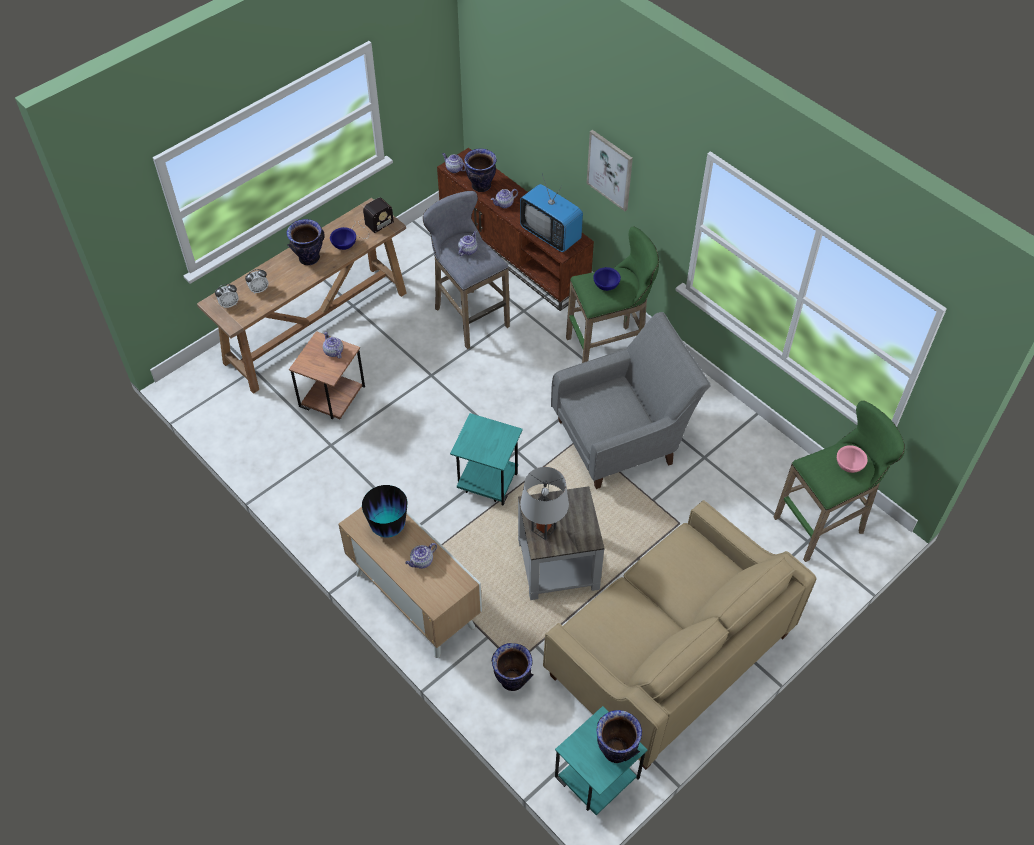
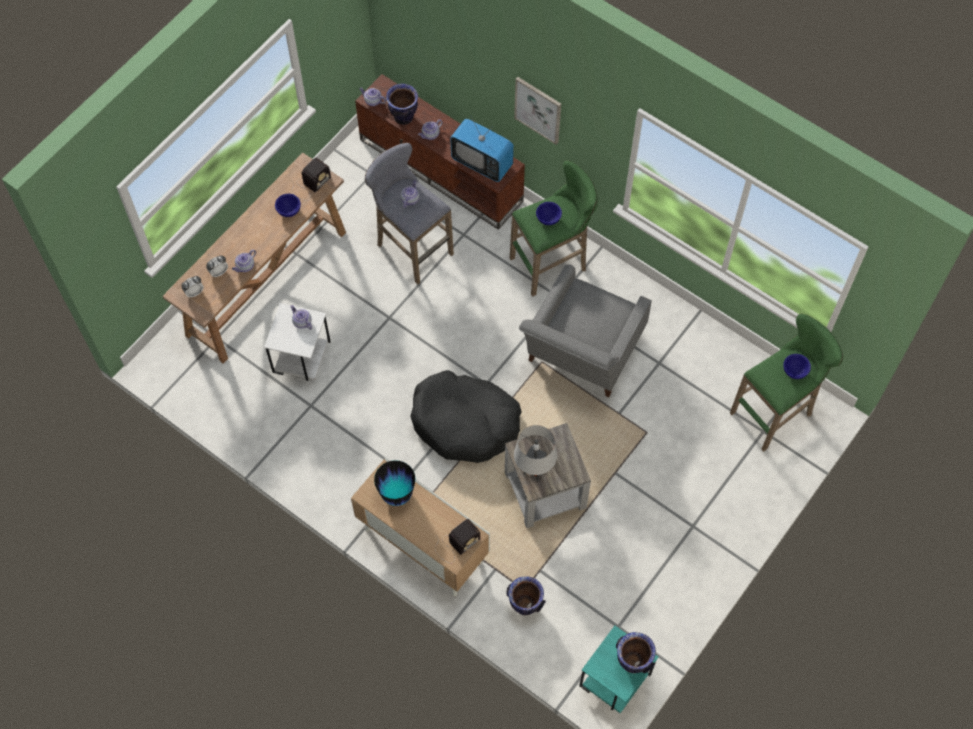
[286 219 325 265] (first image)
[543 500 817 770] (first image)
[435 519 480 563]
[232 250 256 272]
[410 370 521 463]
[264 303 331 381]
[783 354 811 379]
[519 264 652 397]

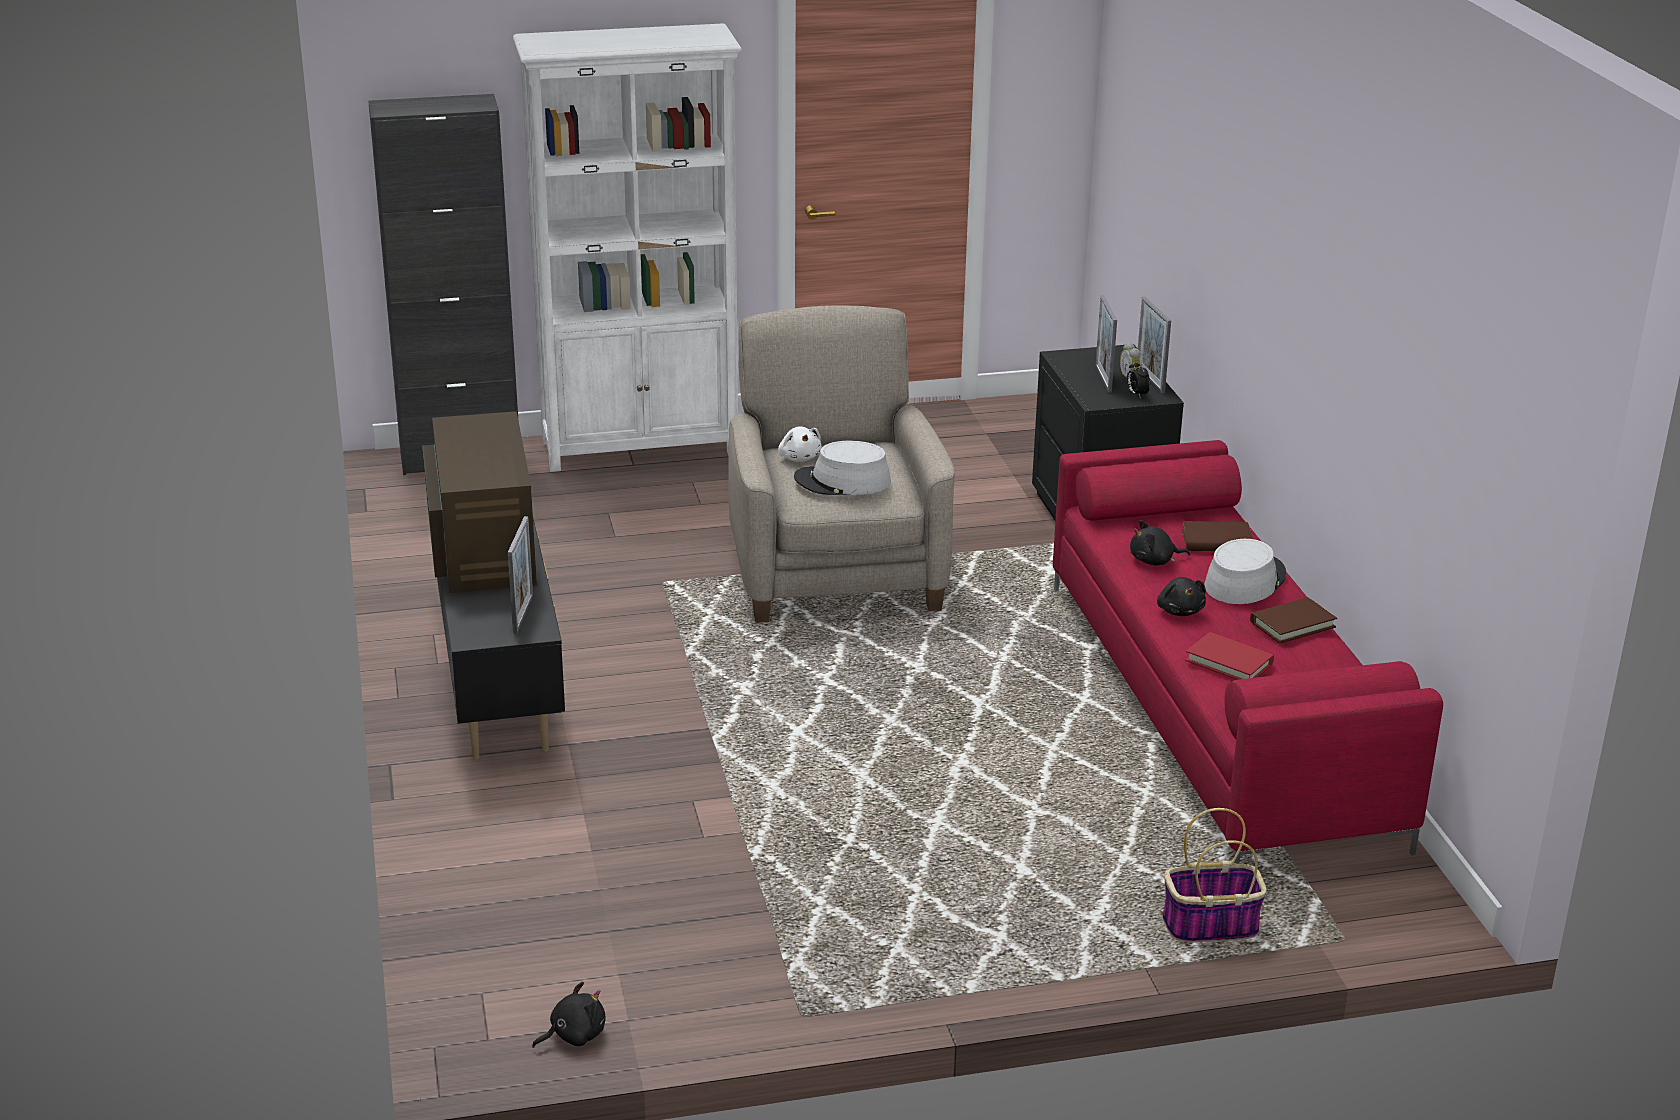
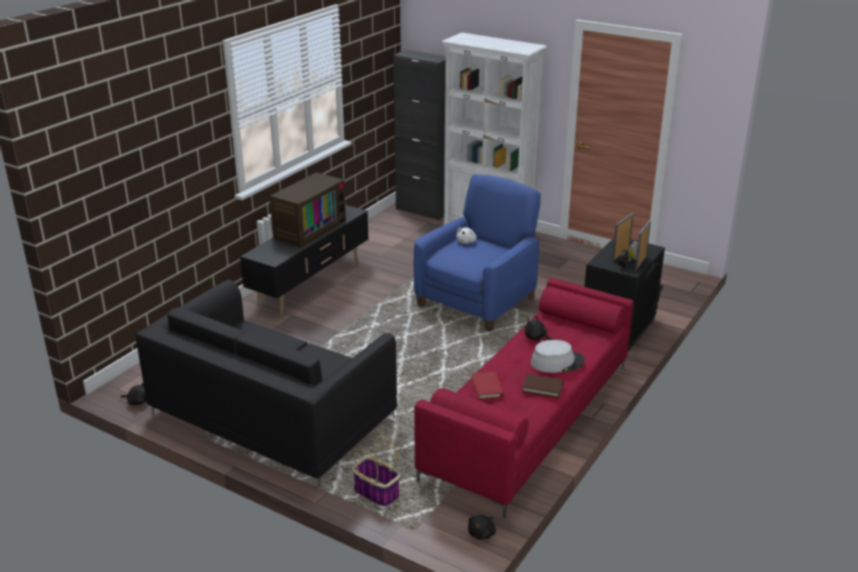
[508 516 533 634] (first image)
[794 441 891 495] (first image)
[1182 521 1253 551] (first image)
[135 280 397 487]
[468 515 496 539]
[414 174 541 332]

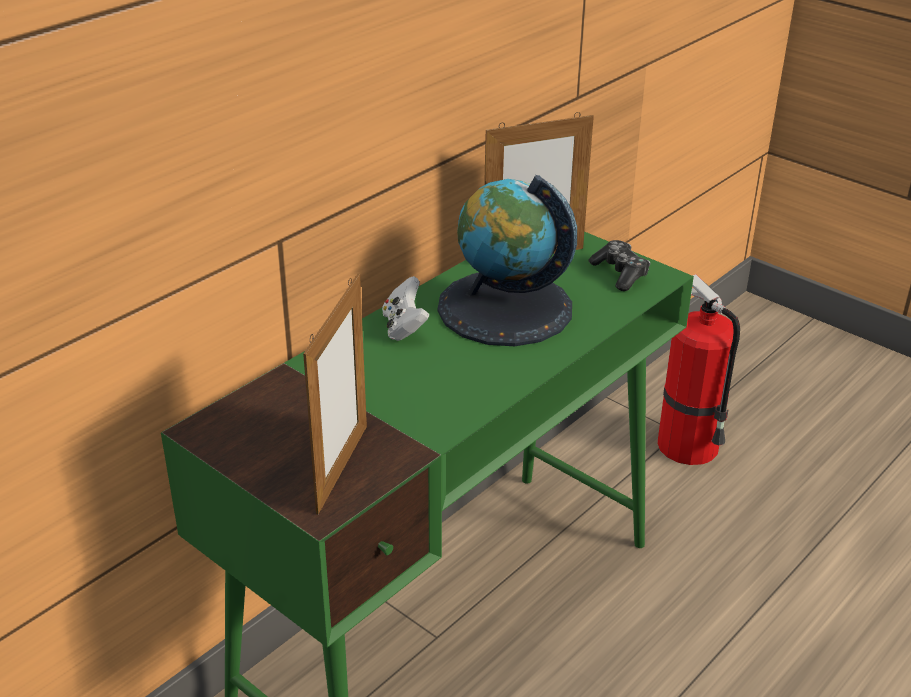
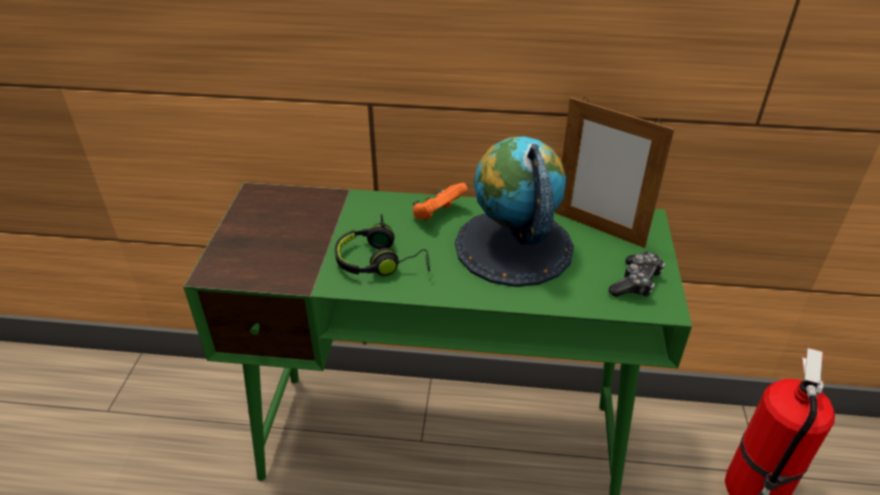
[303 274 367 514] (first image)
[335 214 430 276]
[413 183 468 221]

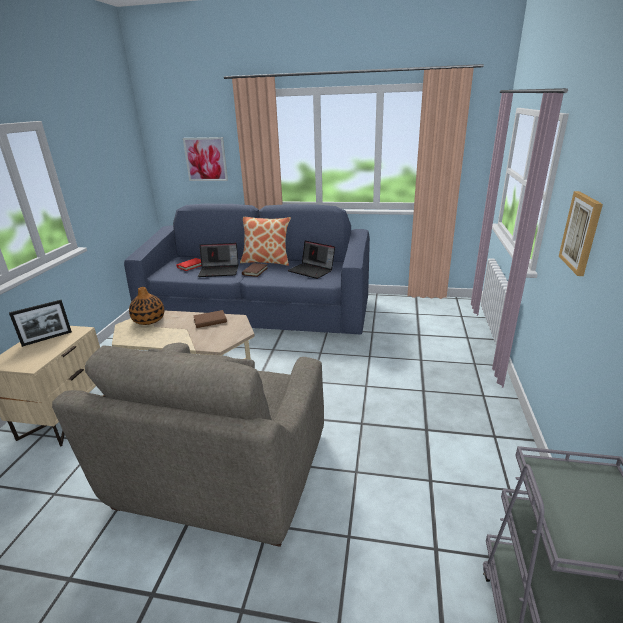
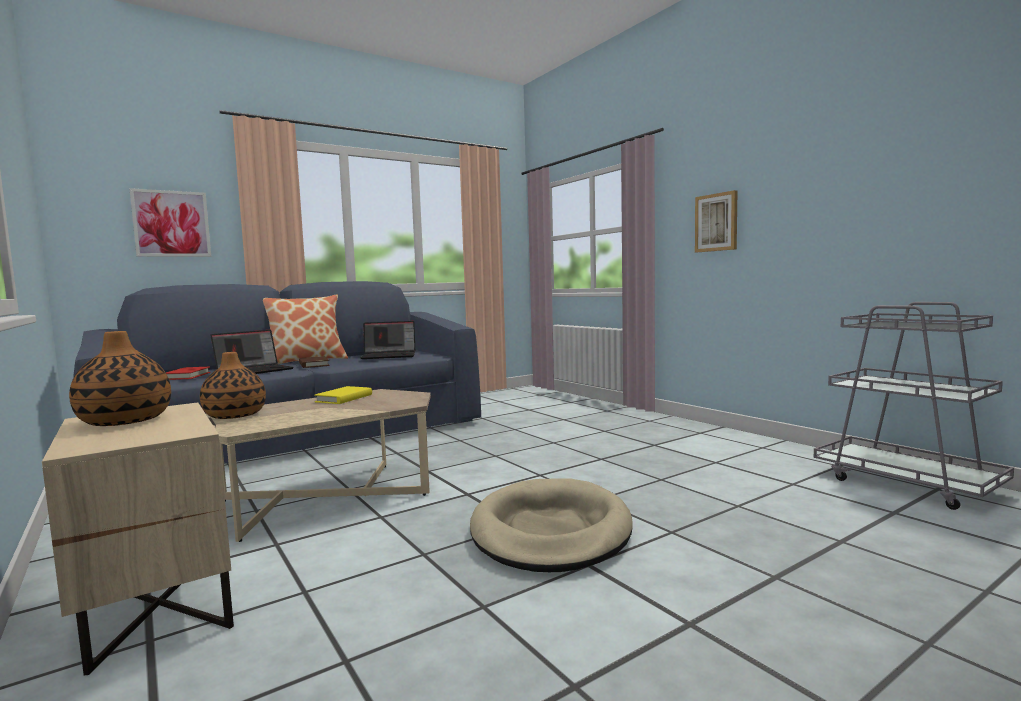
[69 331 171 426]
[470 478 633 572]
[314 386 372 404]

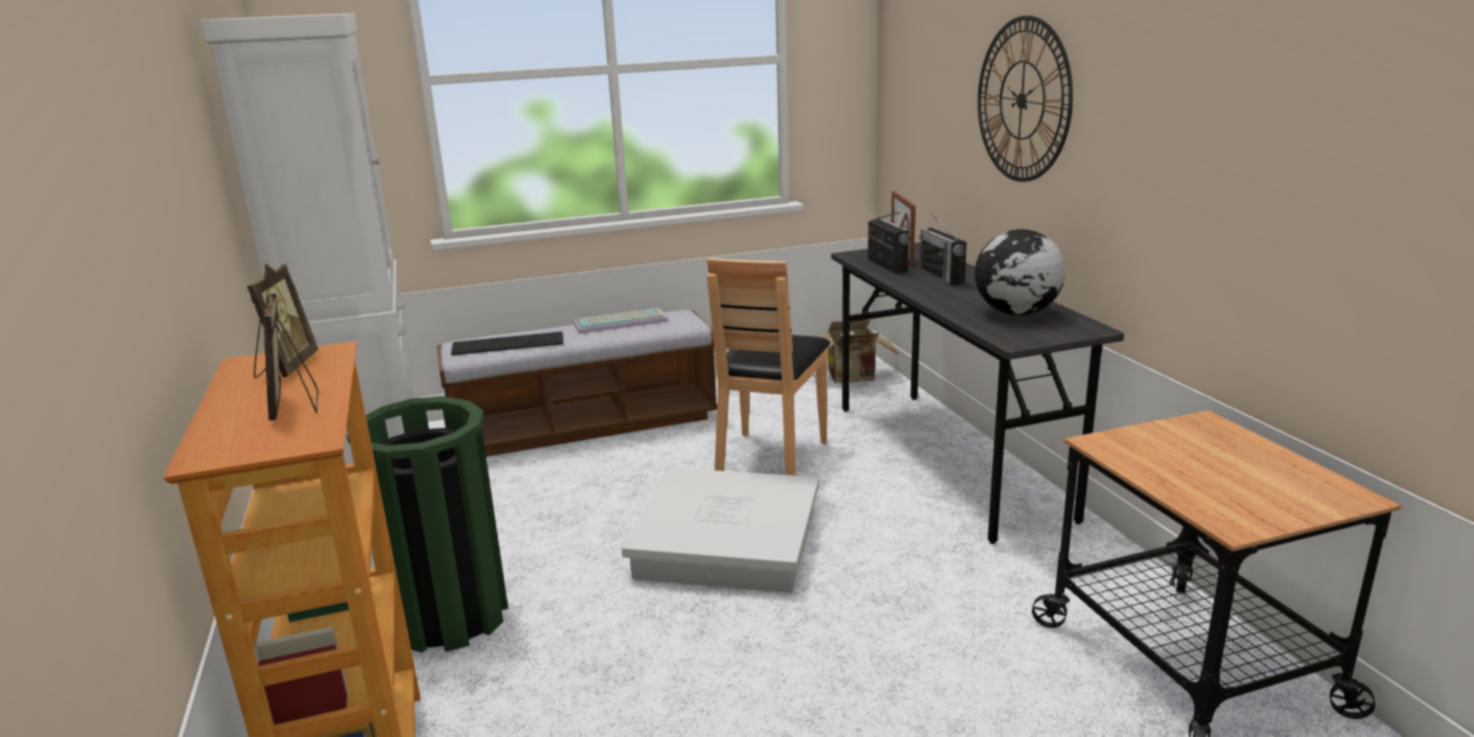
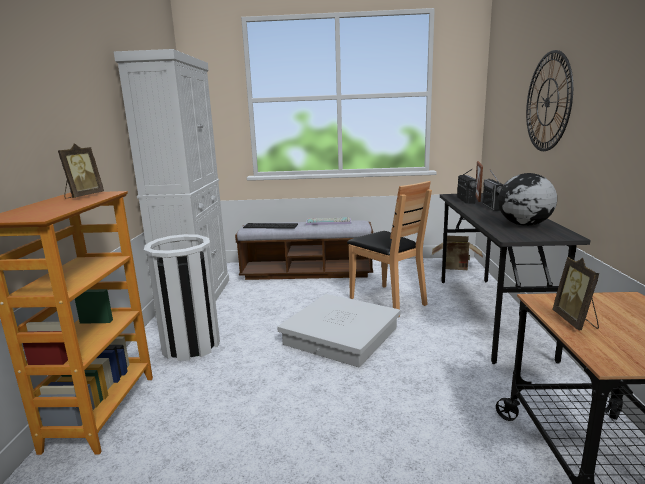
[553 257 600 330]
[144 234 220 361]
[347 181 432 317]

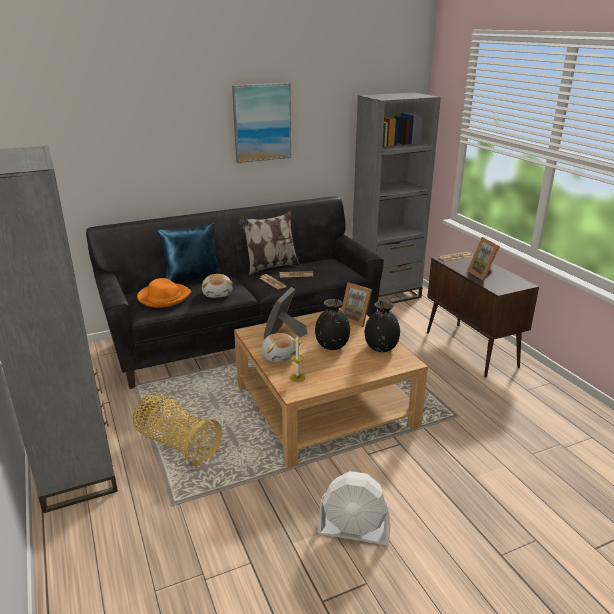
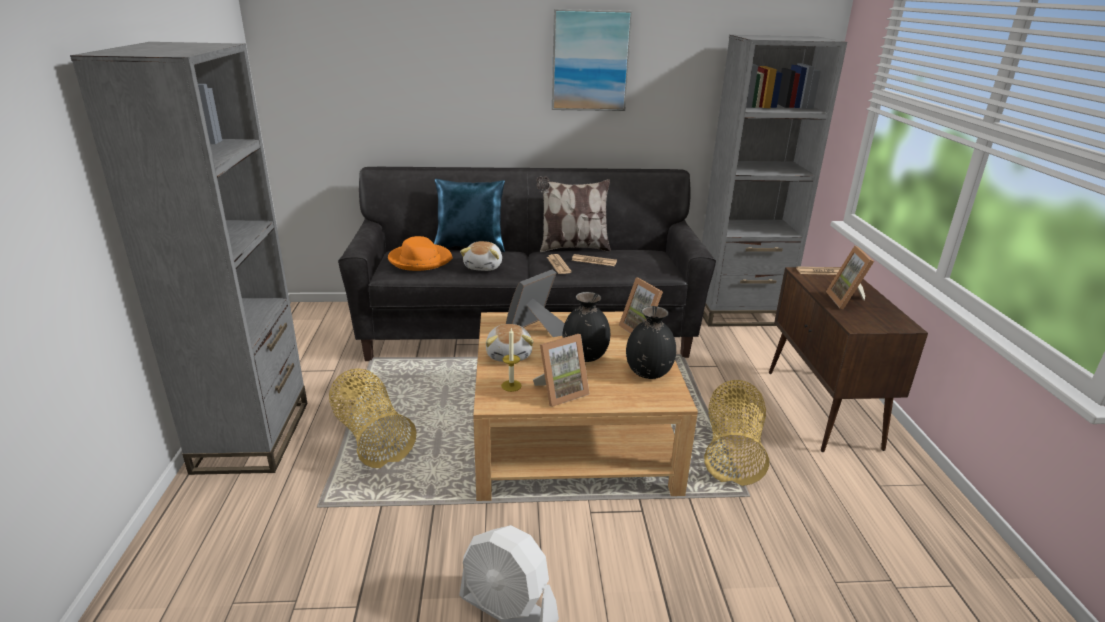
[533 334 589 407]
[704 380 769 486]

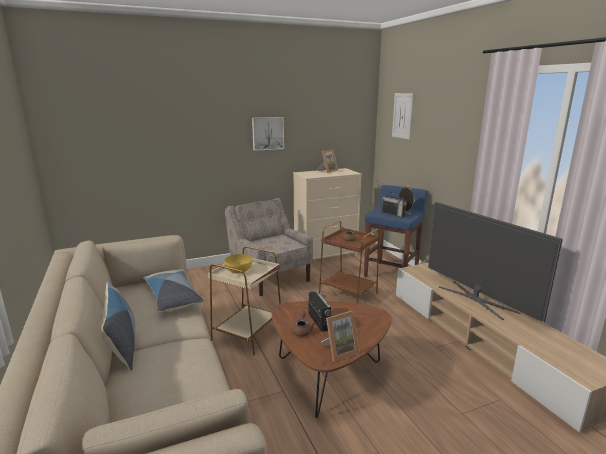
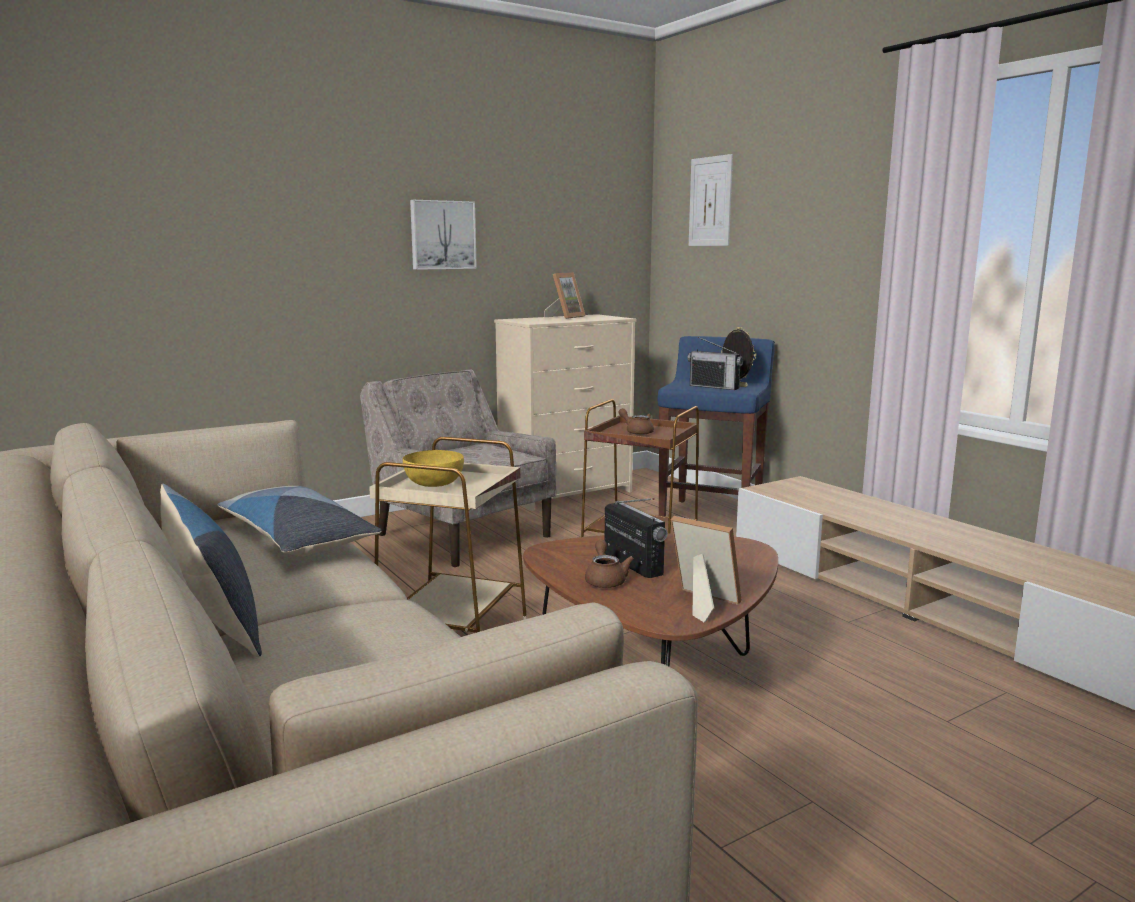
[428 202 563 322] (first image)
[671 516 742 622]

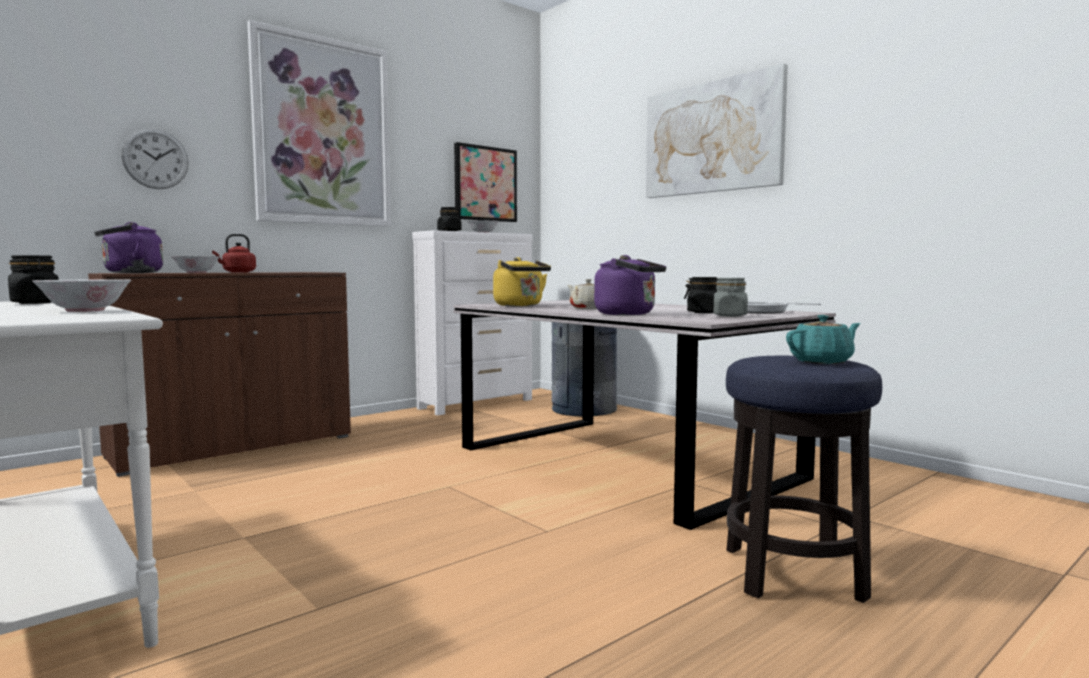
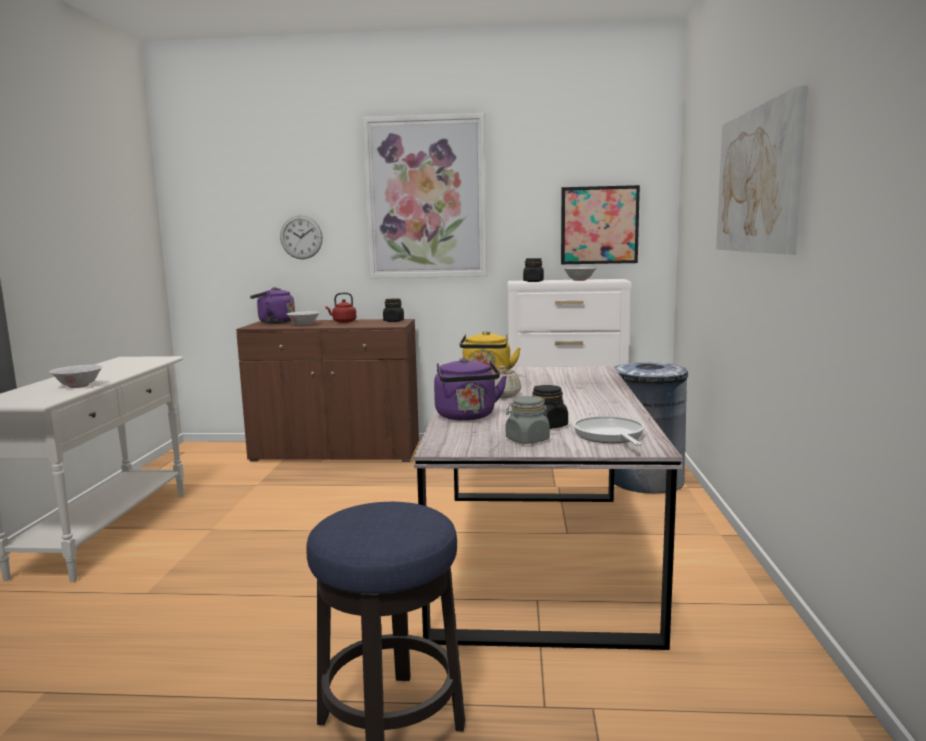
[786 315 861 364] (first image)
[383 298 404 322]

